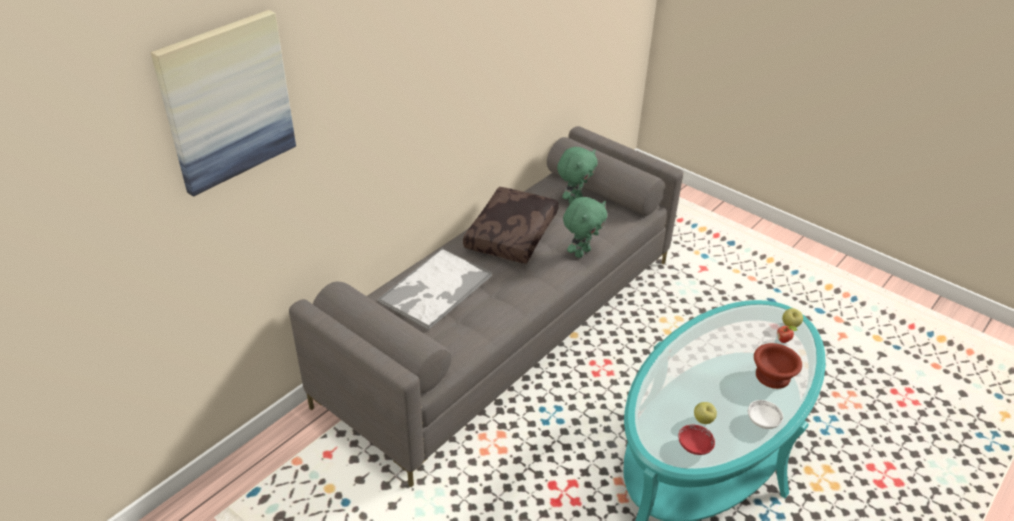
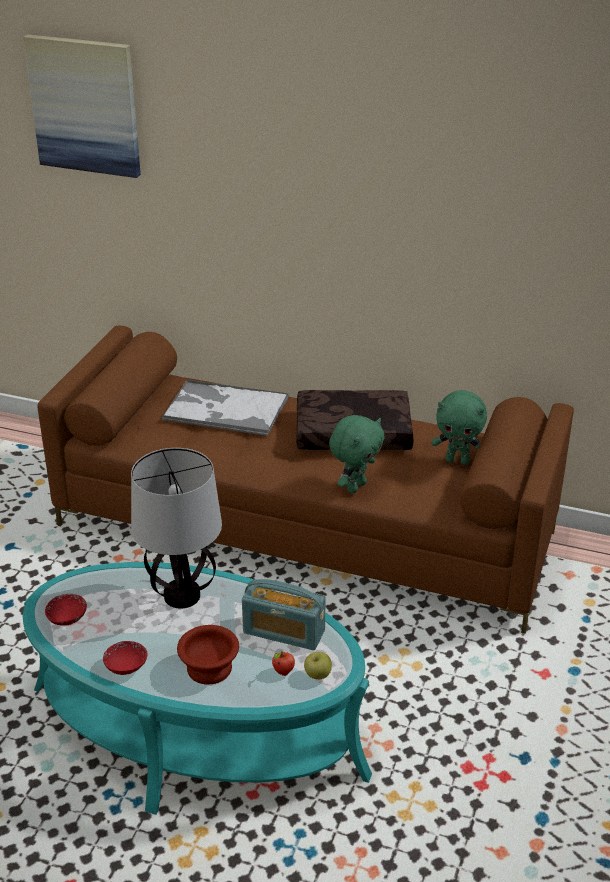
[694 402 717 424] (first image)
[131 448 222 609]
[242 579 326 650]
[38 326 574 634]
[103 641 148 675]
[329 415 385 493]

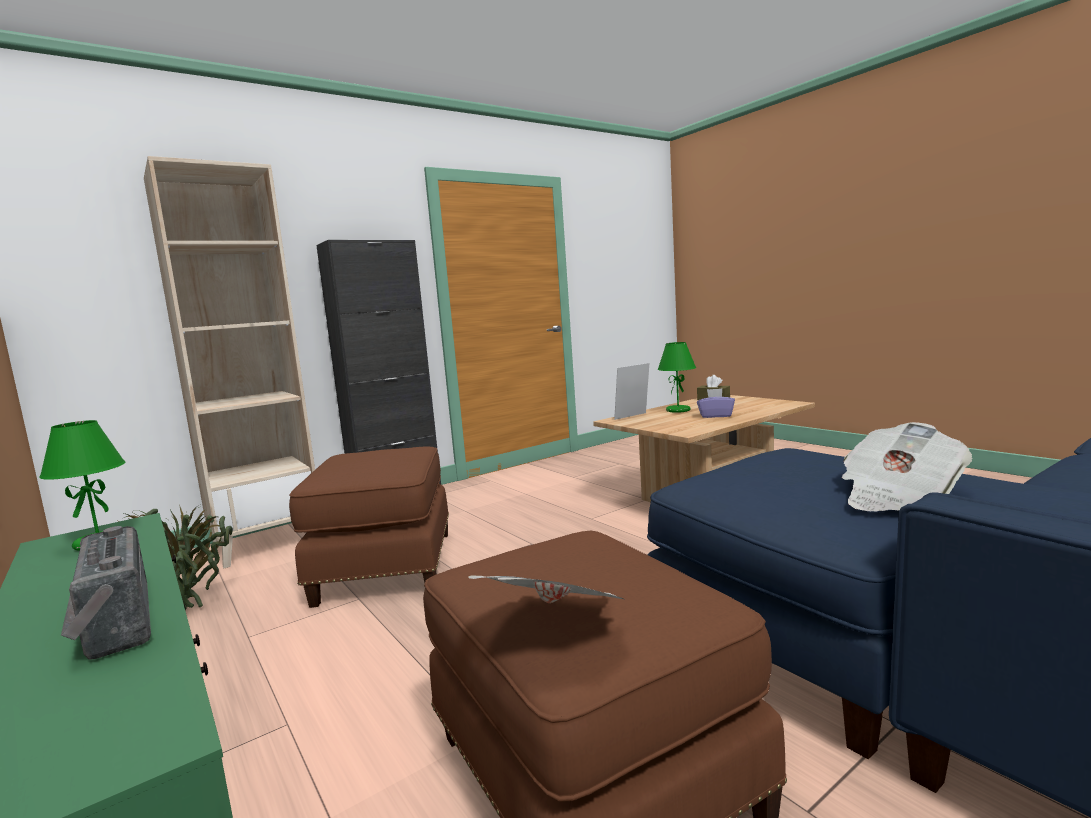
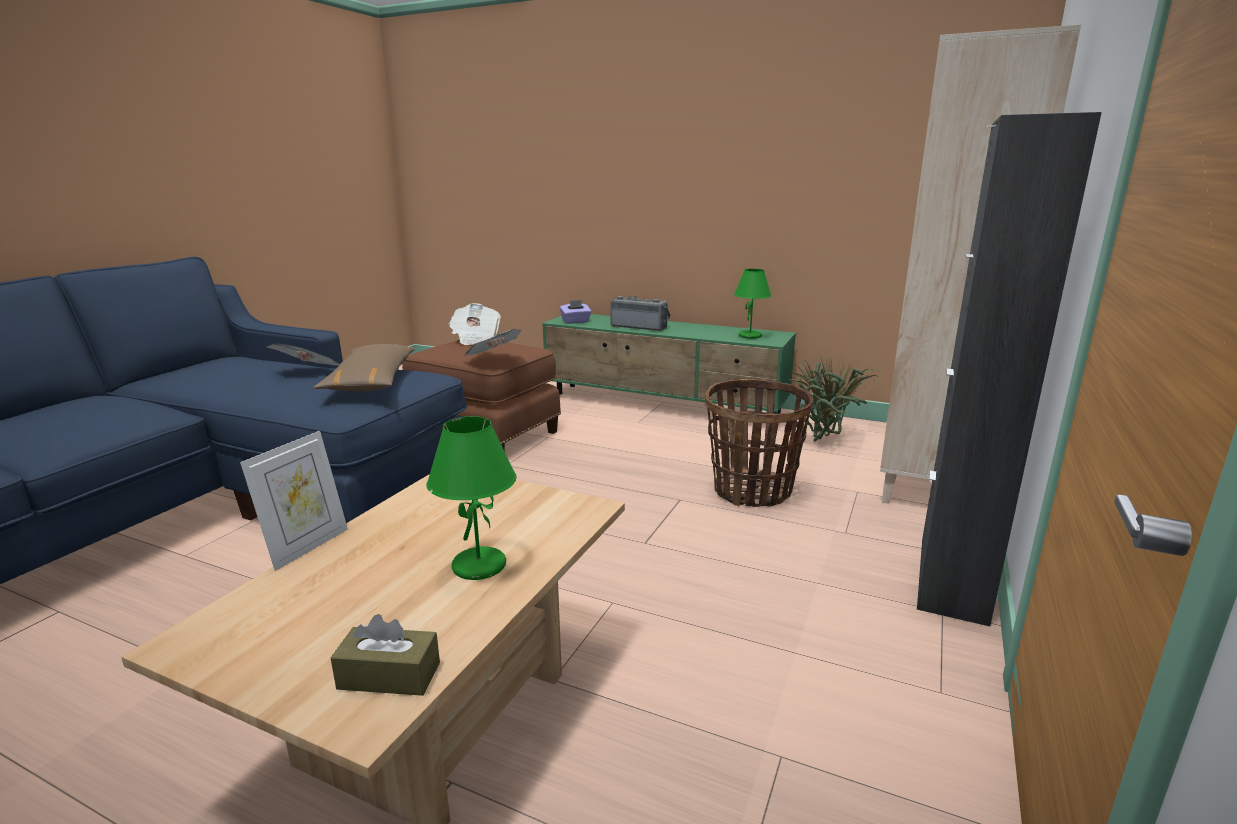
[314 344 415 391]
[463 329 522 356]
[240 431 348 571]
[560 300 592 324]
[705 379 813 507]

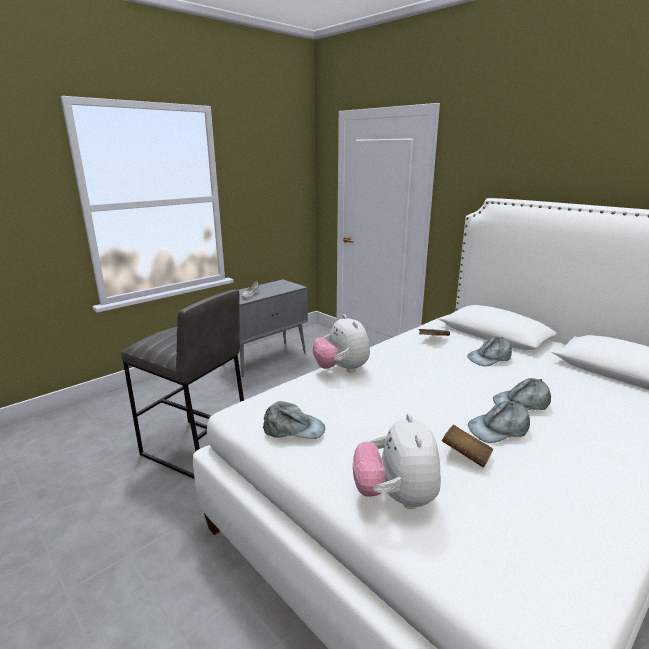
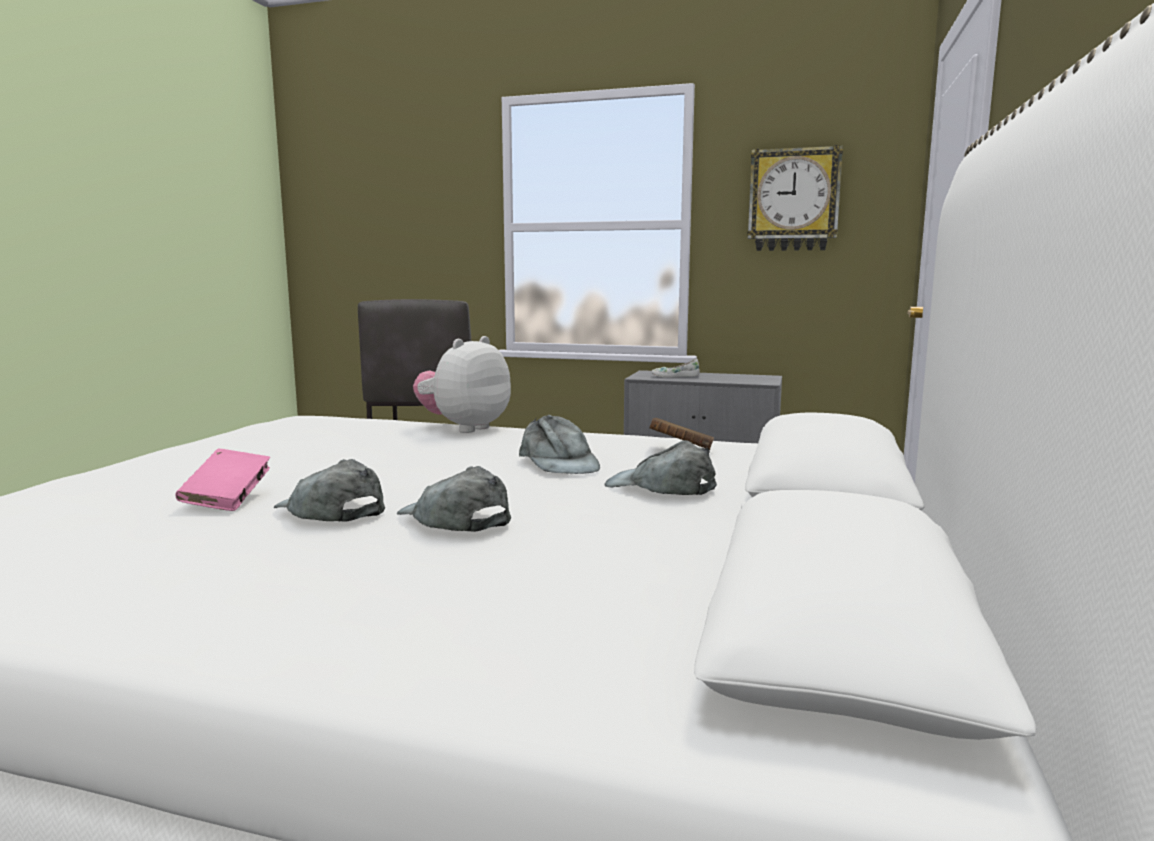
[353 414 441 509] (first image)
[748 145 843 251]
[519 415 600 474]
[176 449 271 511]

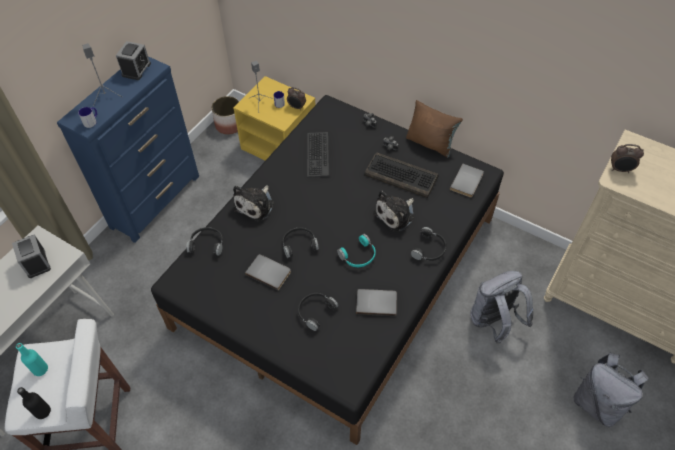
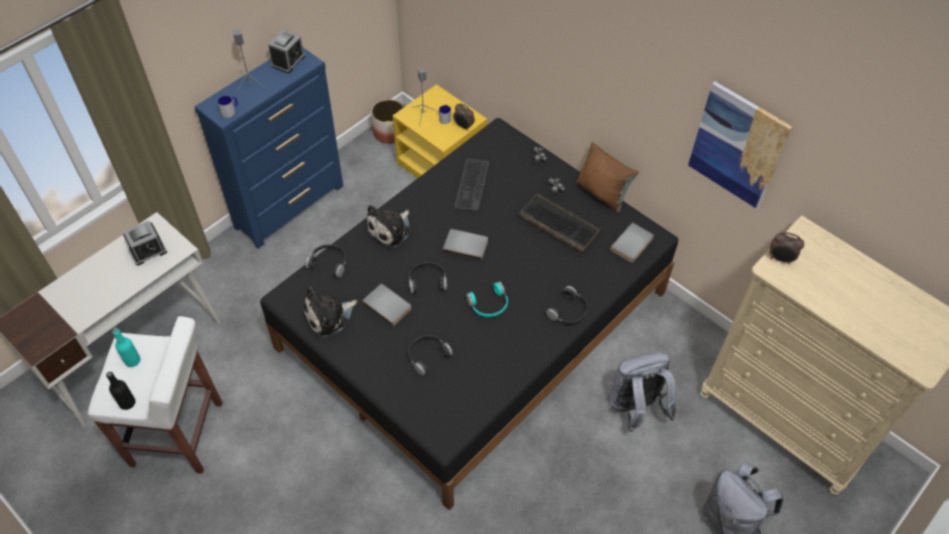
[688 82 793 209]
[443 229 488 260]
[303 287 357 337]
[123 221 167 266]

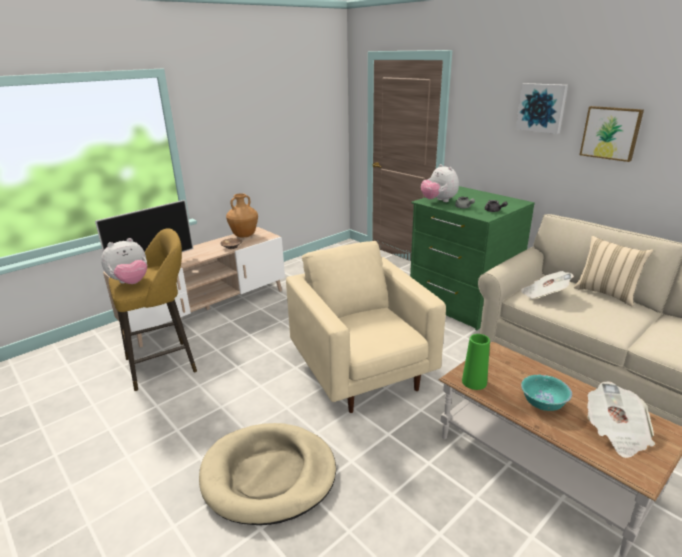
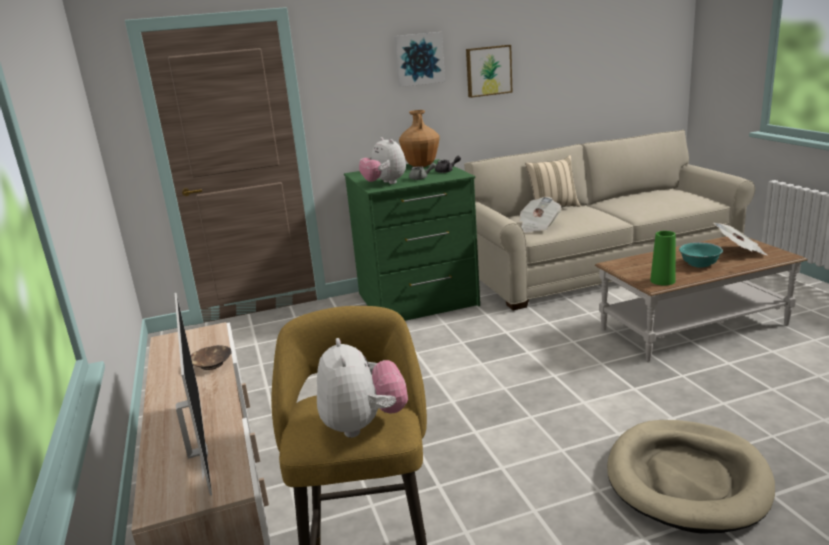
[286 241 446 413] (first image)
[399 110 440 167]
[359 137 406 184]

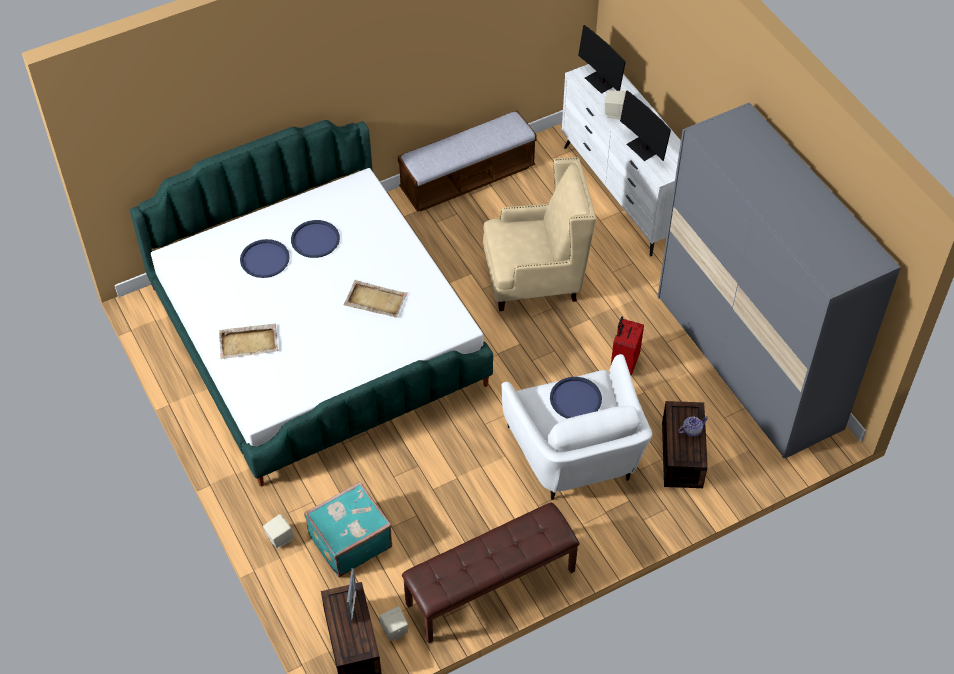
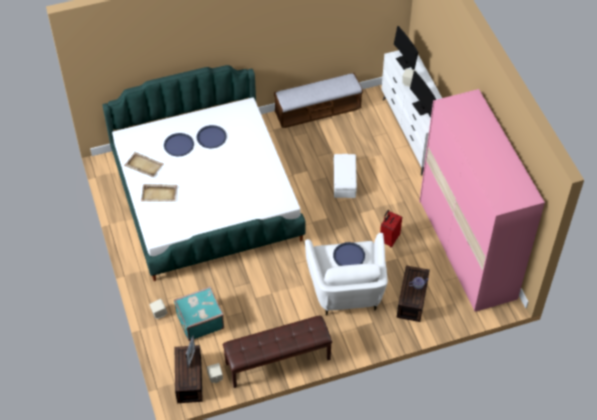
[124 152 164 177]
[333 154 357 198]
[419 89 545 312]

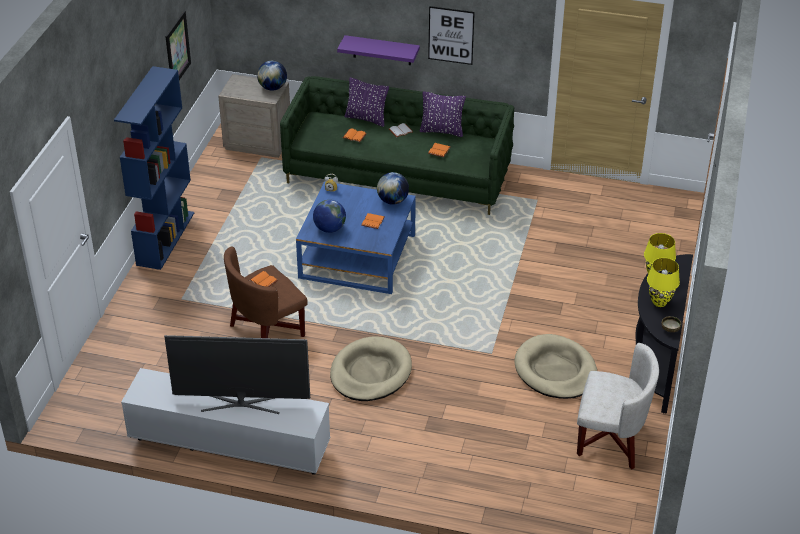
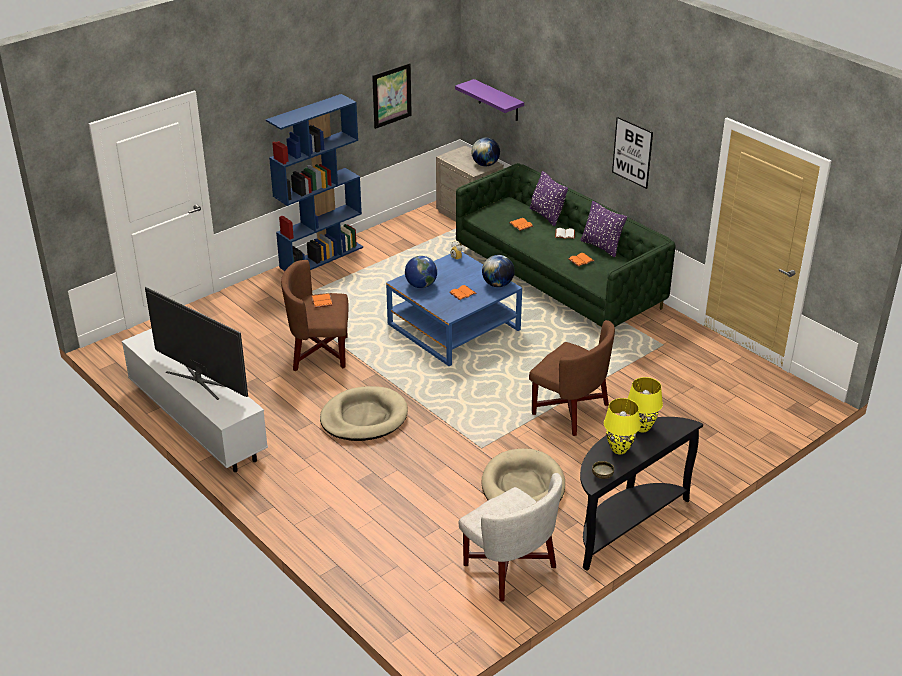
[529 320 615 436]
[455 79 524 121]

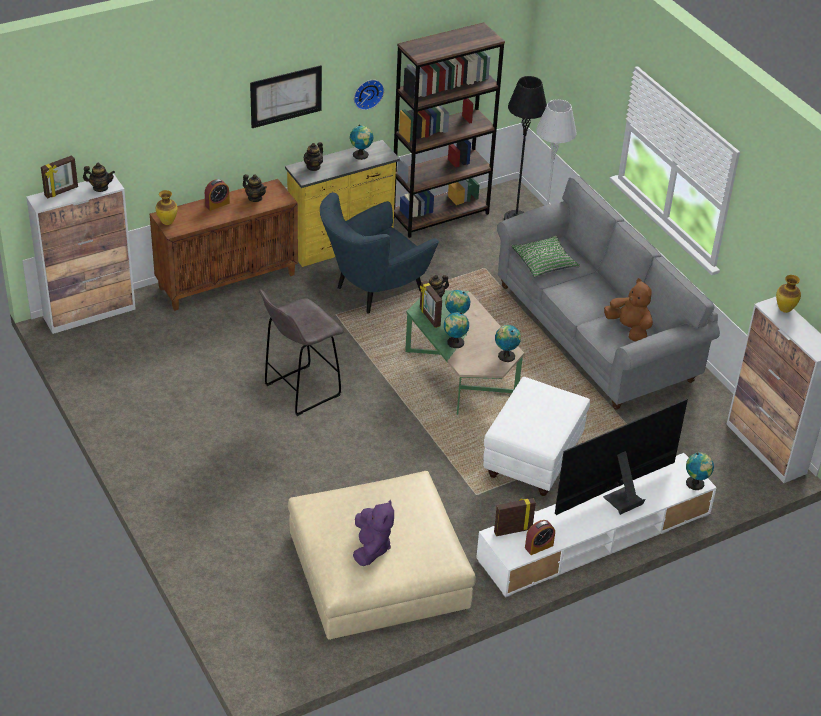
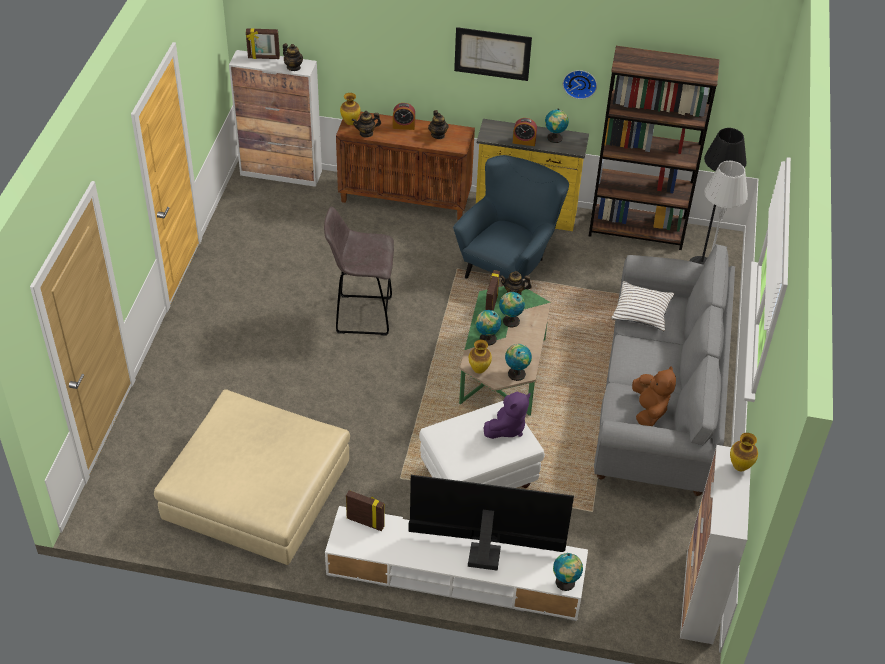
[469 340 492 374]
[352 111 381 138]
[484 392 530 439]
[513 118 537 146]
[611 281 674 331]
[453 155 569 279]

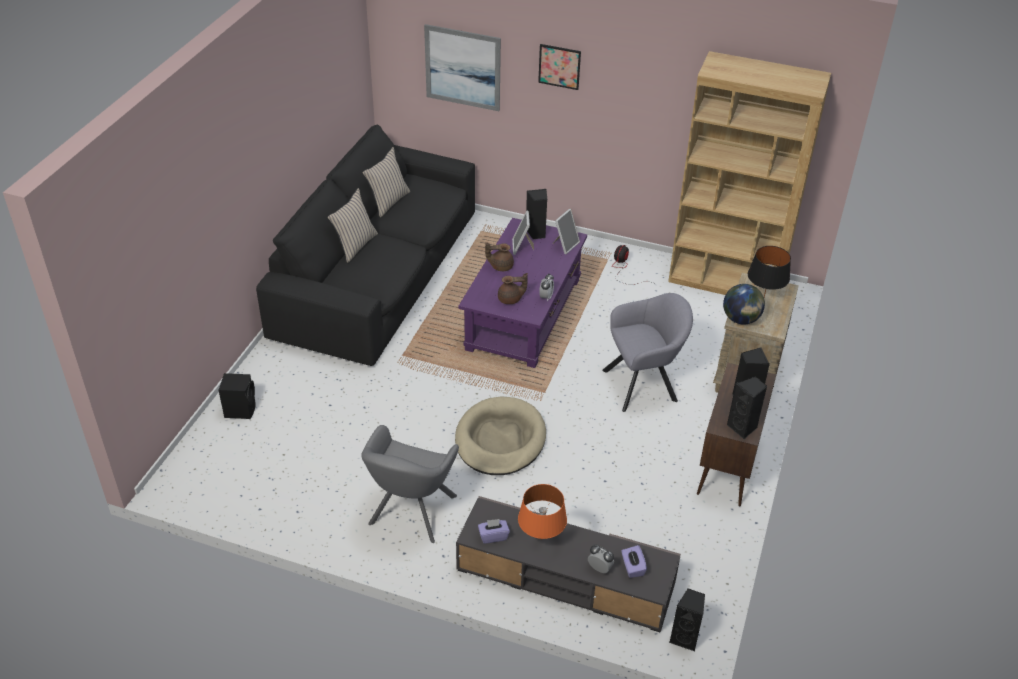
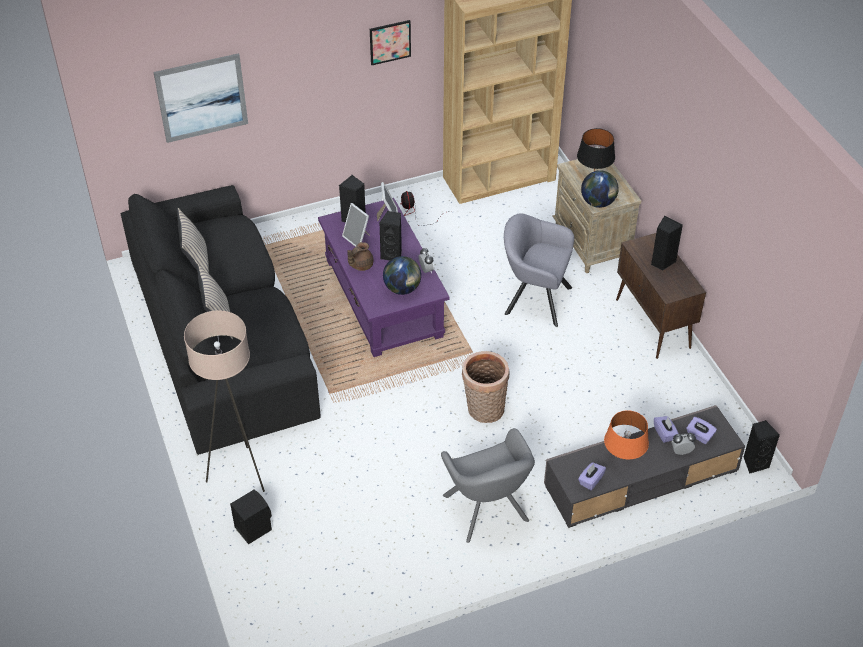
[184 310 265 492]
[654 416 679 443]
[370 20 411 65]
[379 211 402 261]
[461 351 510 423]
[383 256 421 295]
[504 214 574 327]

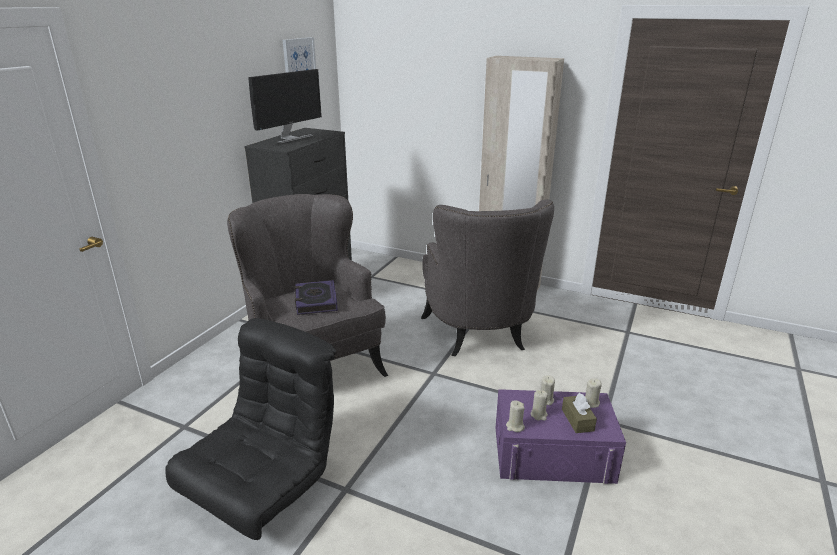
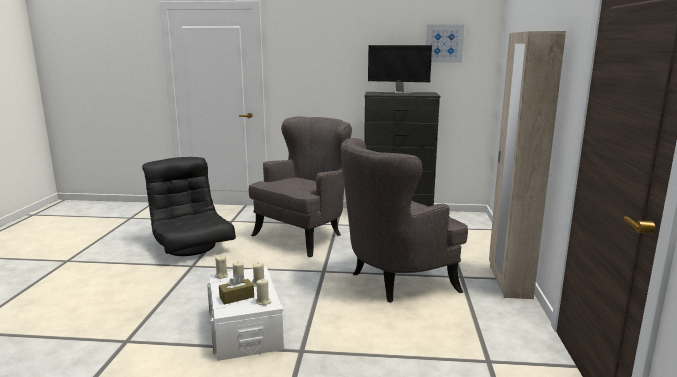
[295 280 338 315] (first image)
[207 267 284 361]
[142 157 236 256]

